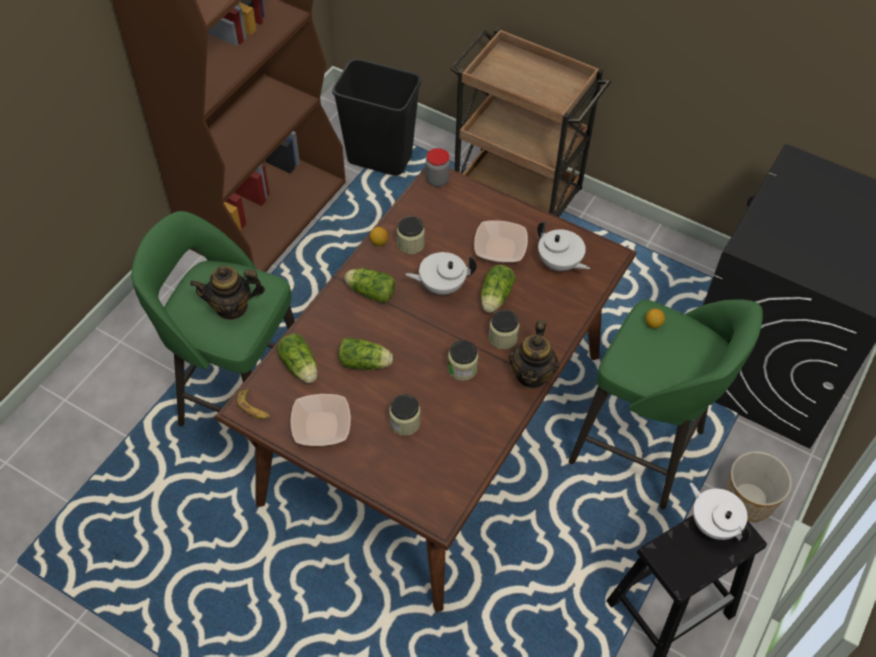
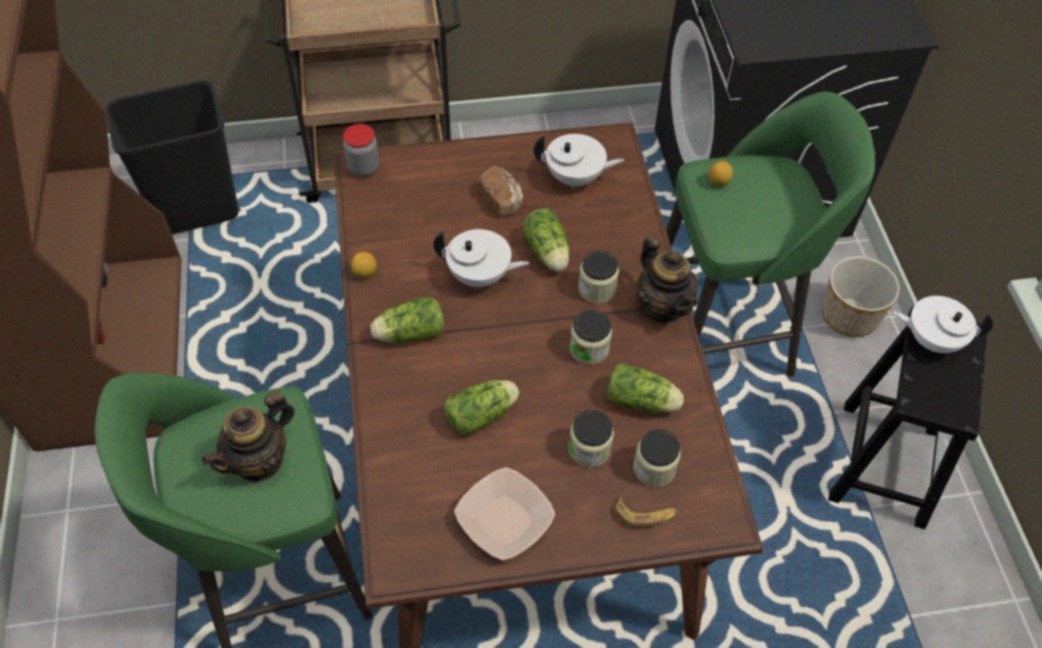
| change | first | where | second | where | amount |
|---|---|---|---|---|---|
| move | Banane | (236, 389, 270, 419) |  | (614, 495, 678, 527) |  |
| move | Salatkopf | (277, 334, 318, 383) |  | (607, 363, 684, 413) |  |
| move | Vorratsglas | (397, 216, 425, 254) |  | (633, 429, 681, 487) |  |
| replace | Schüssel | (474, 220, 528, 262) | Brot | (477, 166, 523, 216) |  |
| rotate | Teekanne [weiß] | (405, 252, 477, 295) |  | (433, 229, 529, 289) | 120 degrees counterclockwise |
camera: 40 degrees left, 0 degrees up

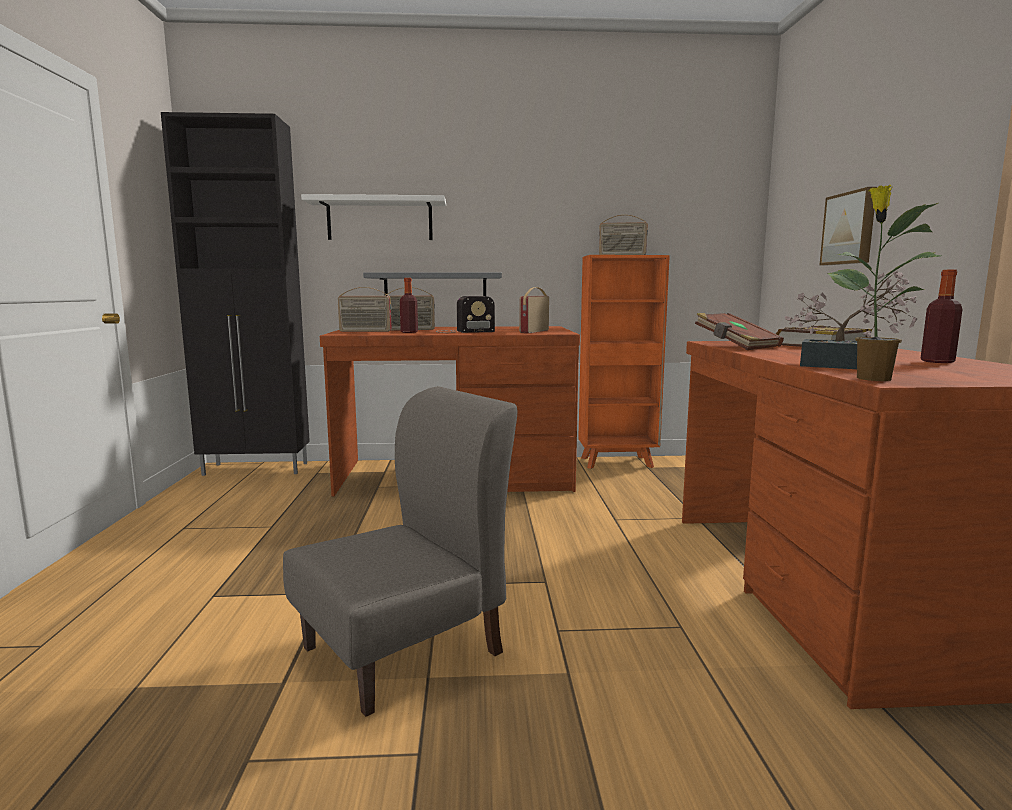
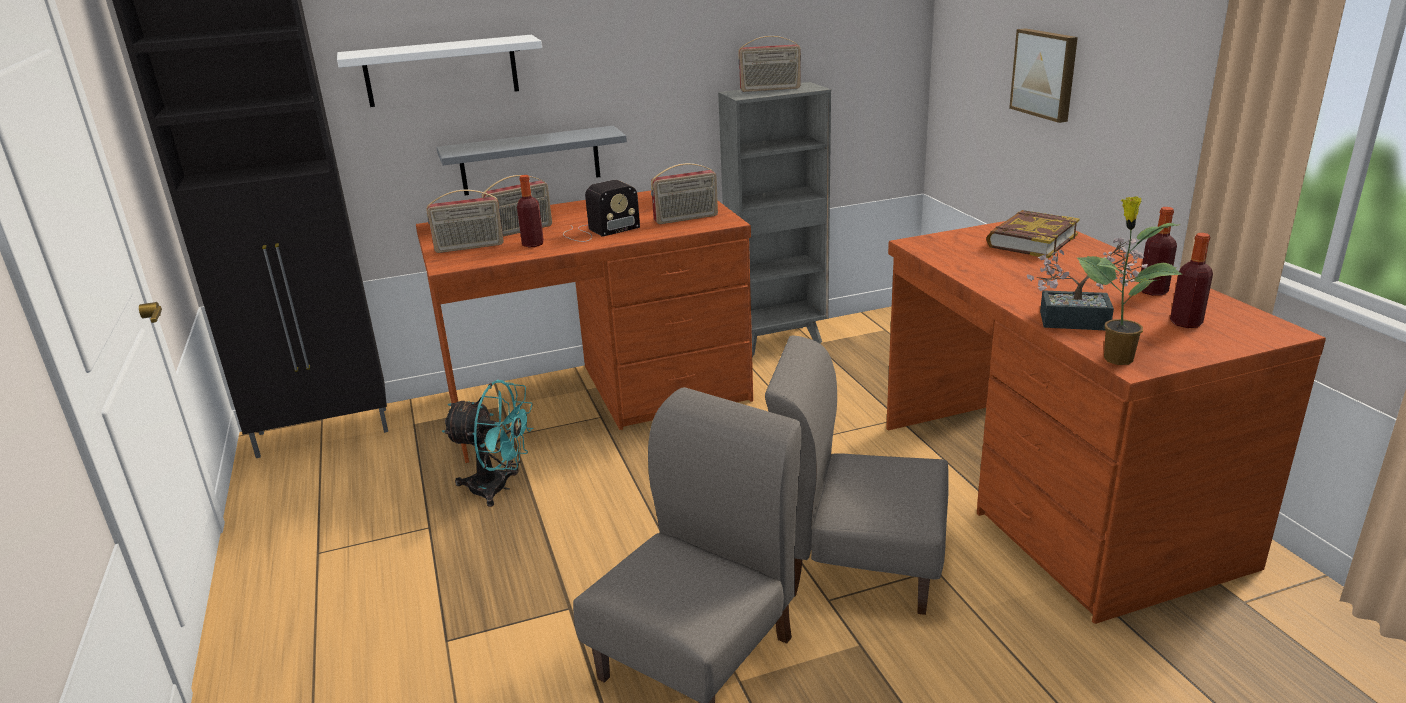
| change | first | where | second | where | amount |
|---|---|---|---|---|---|
| delete | Buch [braun] | (695, 313, 784, 350) |  |  |  |
| insert |  |  | Ventilator [türkis] | (442, 380, 534, 507) |  |
| insert |  |  | Stuhl [grau] | (765, 336, 949, 615) |  |
| insert |  |  | Flasche | (1170, 233, 1213, 328) |  |
| recolor | Bücherregal [orange] | (578, 255, 670, 469) | Bücherregal [grau] | (718, 82, 831, 357) |  |
| rotate | Radio | (519, 287, 549, 333) |  | (651, 163, 718, 224) | 120 degrees counterclockwise |
camera: 15 degrees left, 15 degrees up

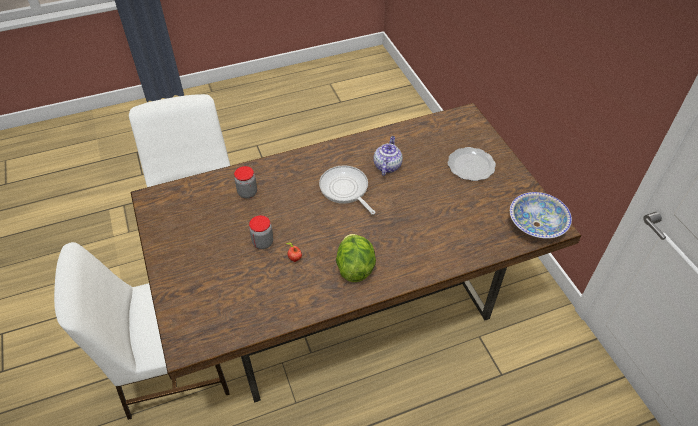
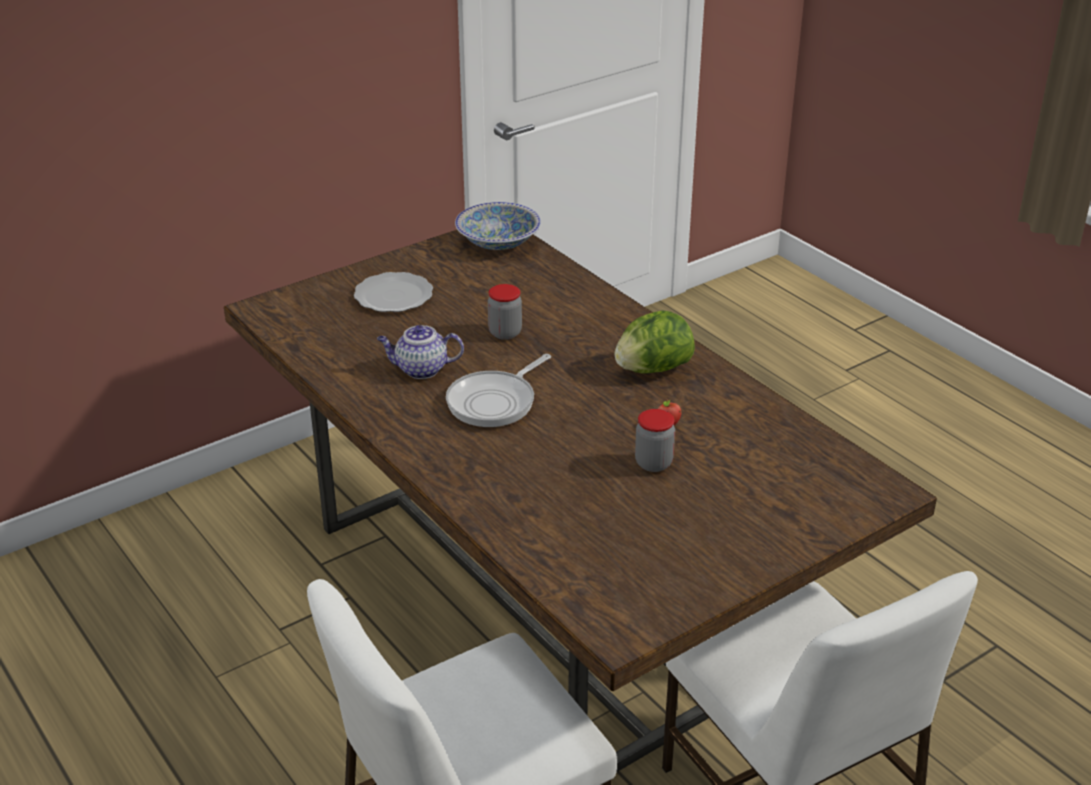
| change | first | where | second | where | amount |
|---|---|---|---|---|---|
| move | Vorratsglas | (234, 166, 257, 199) |  | (488, 284, 522, 340) |  |
camera: 105 degrees left, 15 degrees down

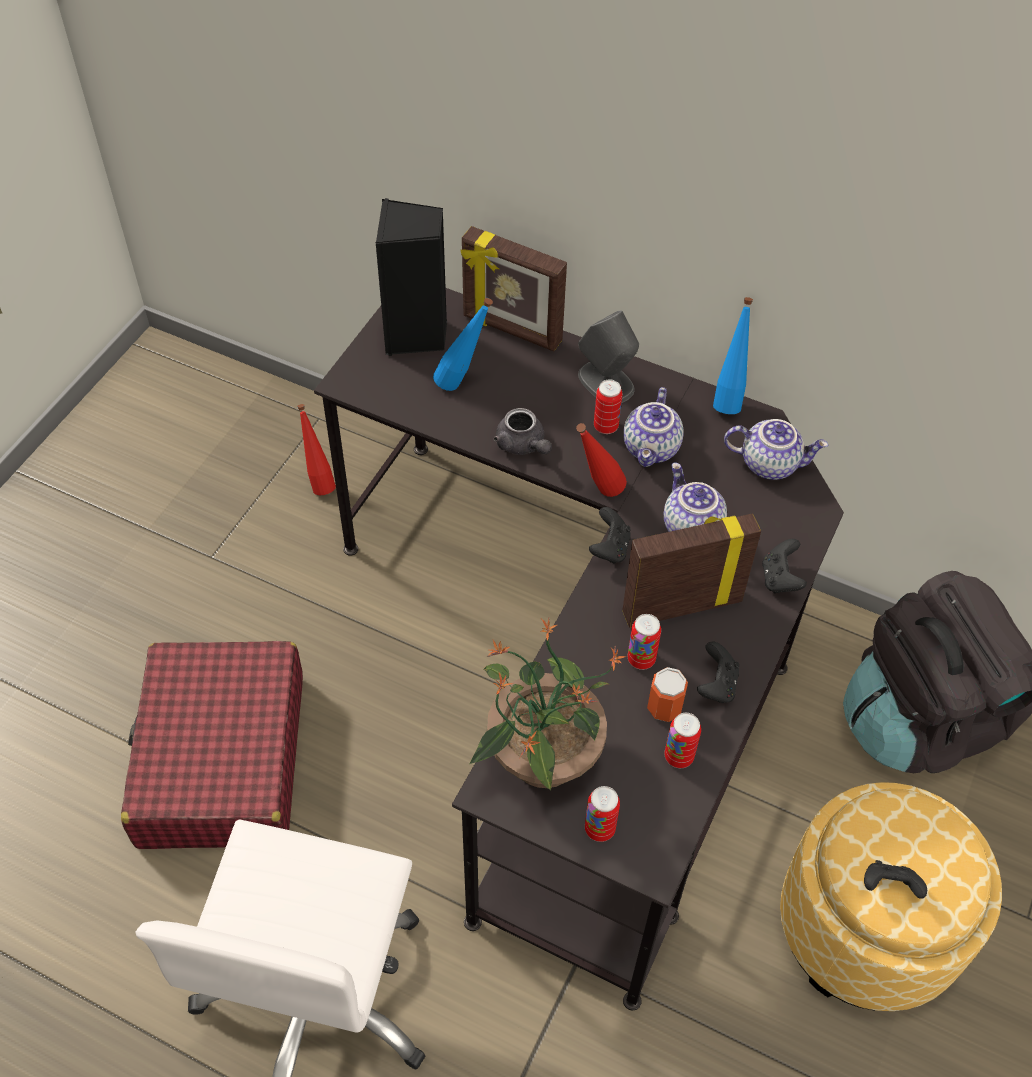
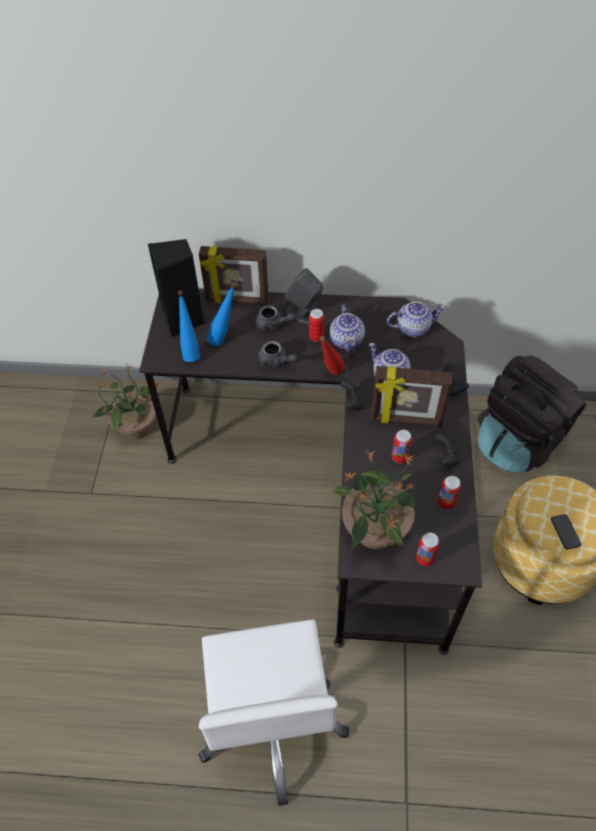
| change | first | where | second | where | amount |
|---|---|---|---|---|---|
| delete | Koffer [rot] | (121, 641, 303, 849) |  |  |  |
| delete | Dose | (647, 667, 688, 722) |  |  |  |
| insert |  |  | Teekanne [grau] | (255, 305, 296, 332) |  |
| move | Flasche [blau] | (713, 297, 753, 414) |  | (178, 291, 200, 362) |  |
| replace | Flasche [rot] | (297, 404, 336, 495) | Topfpflanze | (92, 364, 159, 440) |  |
| replace | Gamepad [schwarz] | (864, 860, 927, 899) | Handy | (551, 514, 581, 549) |  |
| rotate | Bilderrahmen | (622, 513, 761, 628) |  | (371, 366, 452, 427) | 135 degrees counterclockwise |
camera: 20 degrees left, 0 degrees up

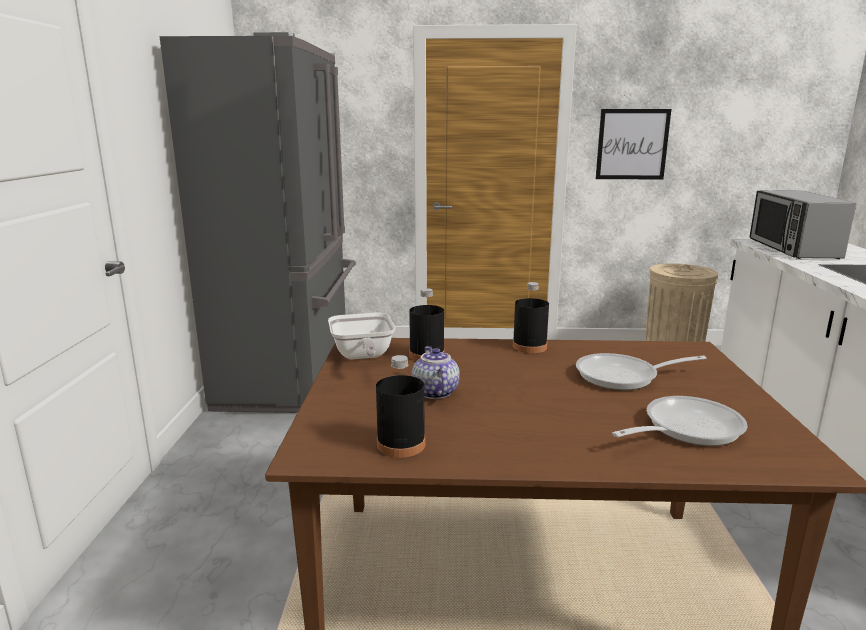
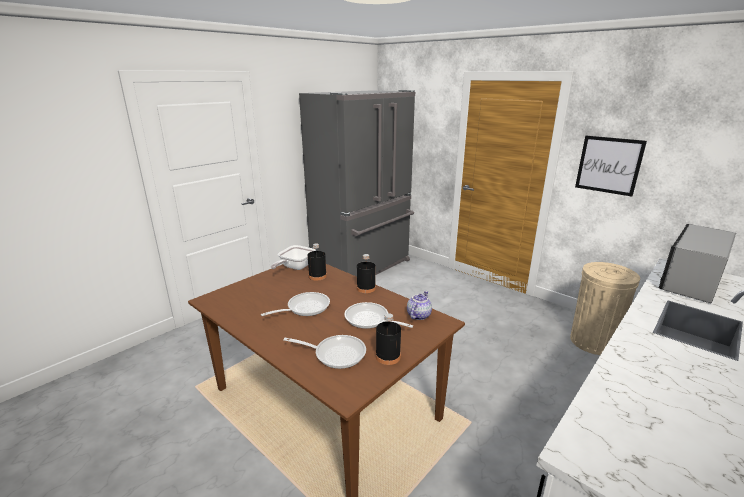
| change | first | where | second | where | amount |
|---|---|---|---|---|---|
| insert |  |  | Pfanne | (261, 292, 330, 316) |  |
| move | Flasche [schwarz] | (376, 355, 425, 458) |  | (376, 313, 401, 365) |  |
| move | Teekanne | (412, 346, 460, 399) |  | (407, 291, 432, 320) |  |
camera: 40 degrees right, 5 degrees up

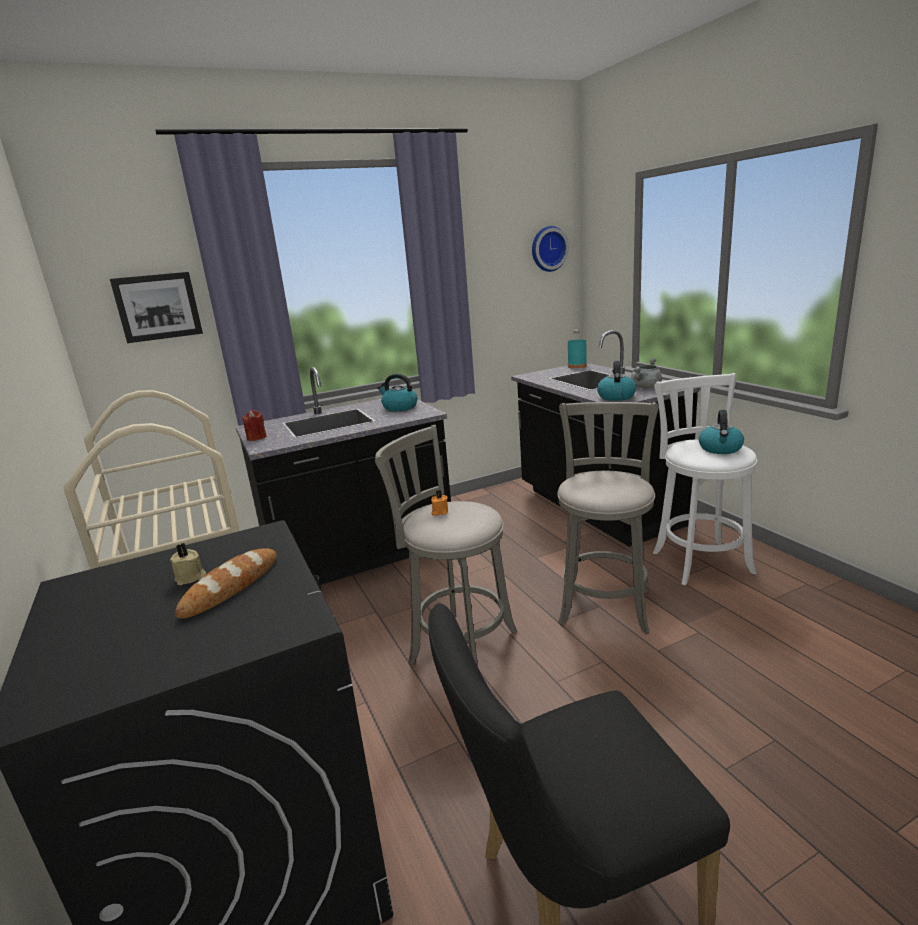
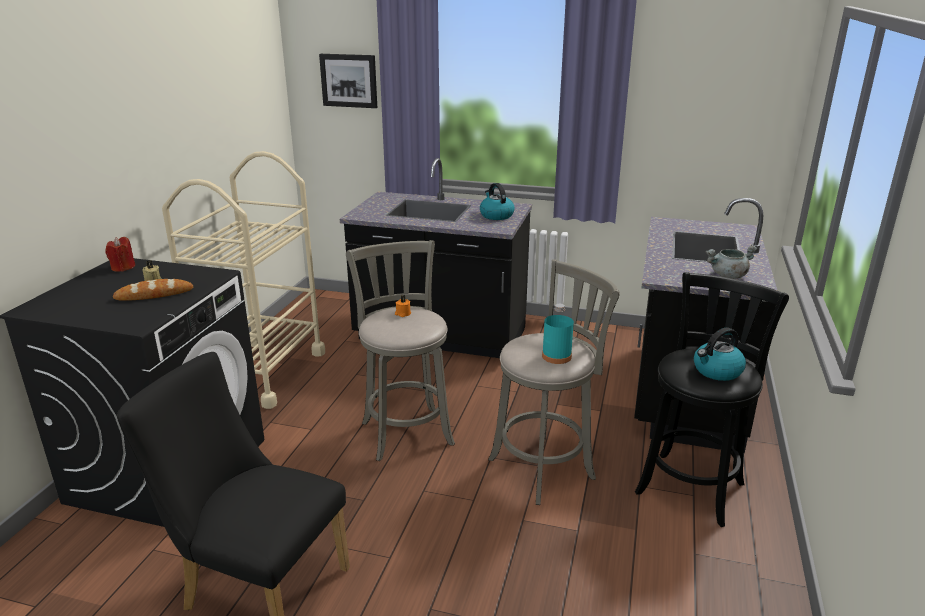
| change | first | where | second | where | amount |
|---|---|---|---|---|---|
| delete | Wanduhr | (532, 226, 569, 272) |  |  |  |
| delete | Wasserkessel | (597, 361, 636, 401) |  |  |  |
| move | Kerze [rot] | (242, 410, 267, 441) |  | (105, 237, 135, 272) |  |
| move | Flasche [türkis] | (568, 330, 587, 369) |  | (542, 304, 574, 364) |  |
| recolor | Hocker [weiß] | (653, 373, 757, 585) | Hocker [schwarz] | (635, 272, 789, 527) |  |
camera: 40 degrees right, 5 degrees up

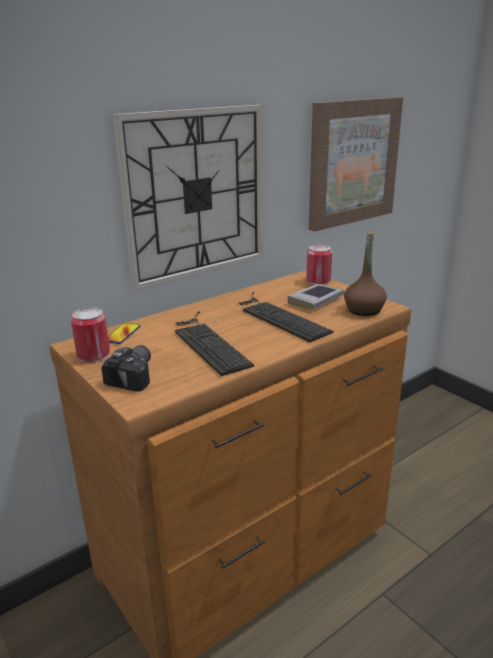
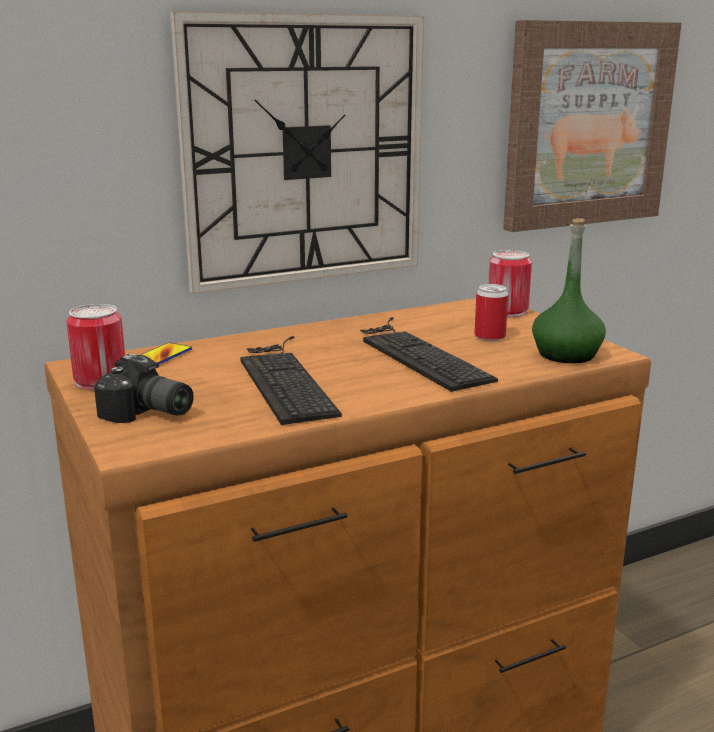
| change | first | where | second | where | amount |
|---|---|---|---|---|---|
| replace | Buch | (288, 284, 344, 310) | Dose | (474, 284, 509, 341) |  |
| recolor | Flasche [braun] | (344, 231, 387, 316) | Flasche [grün] | (532, 218, 606, 363) |  |
| rotate | Kamera | (101, 345, 151, 392) |  | (94, 353, 194, 423) | 90 degrees clockwise |
camera: 10 degrees right, 5 degrees down

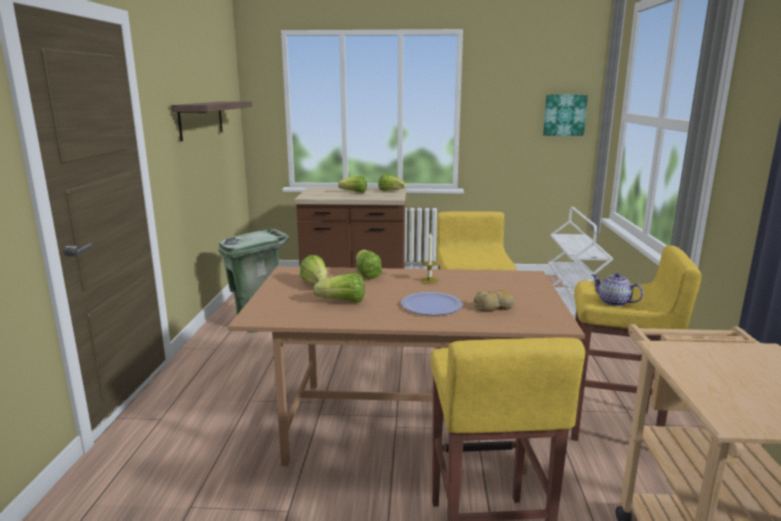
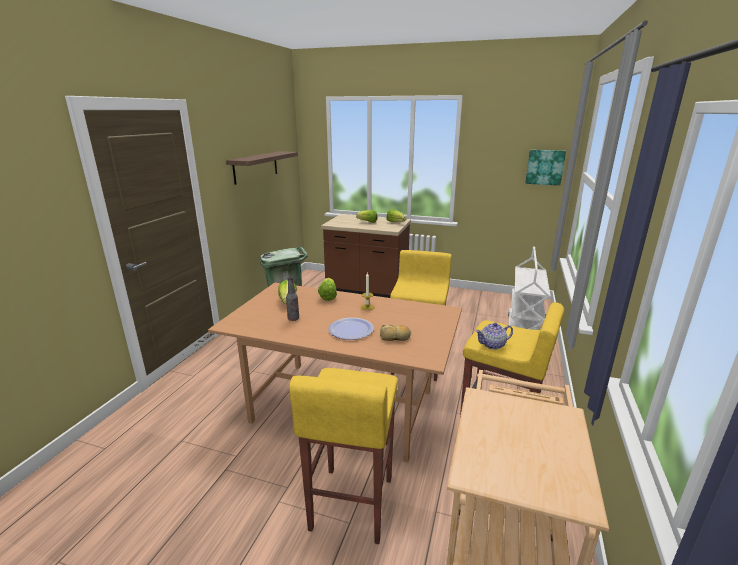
| change | first | where | second | where | amount |
|---|---|---|---|---|---|
| replace | Salatkopf | (313, 273, 365, 303) | Flasche | (286, 277, 299, 321) |  |
| rotate | Teekanne | (592, 273, 644, 307) |  | (475, 323, 513, 350) | 75 degrees counterclockwise |
camera: 15 degrees right, 5 degrees up

